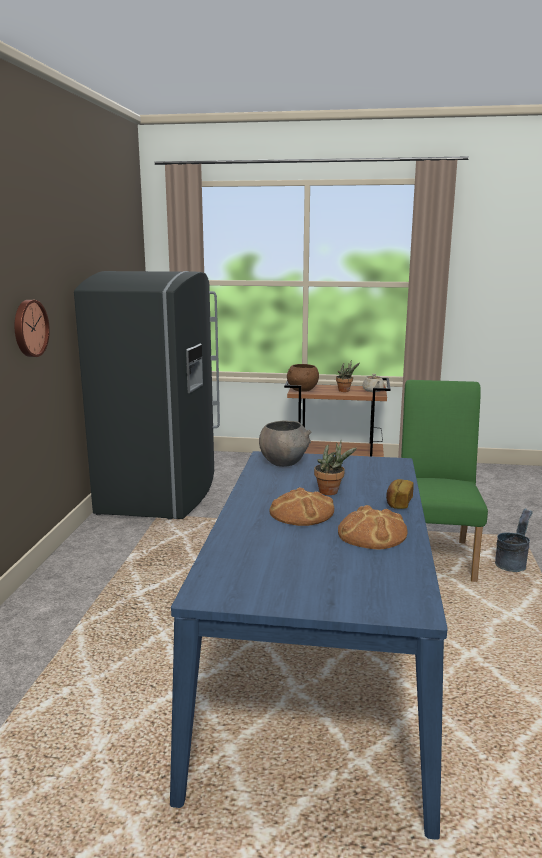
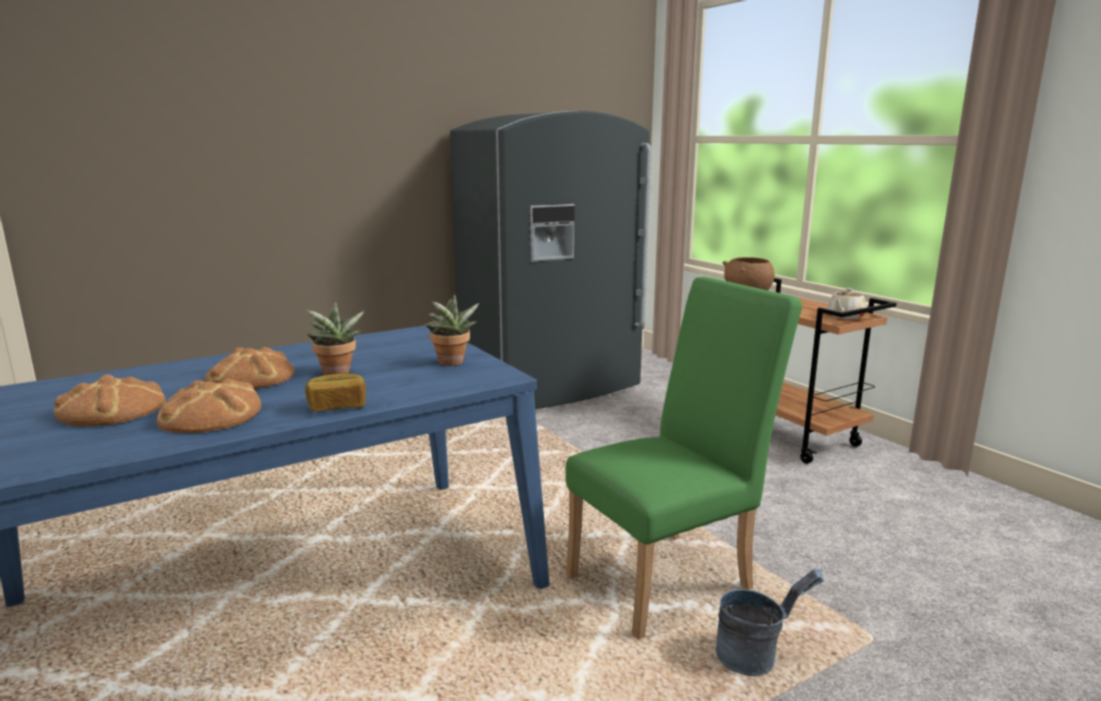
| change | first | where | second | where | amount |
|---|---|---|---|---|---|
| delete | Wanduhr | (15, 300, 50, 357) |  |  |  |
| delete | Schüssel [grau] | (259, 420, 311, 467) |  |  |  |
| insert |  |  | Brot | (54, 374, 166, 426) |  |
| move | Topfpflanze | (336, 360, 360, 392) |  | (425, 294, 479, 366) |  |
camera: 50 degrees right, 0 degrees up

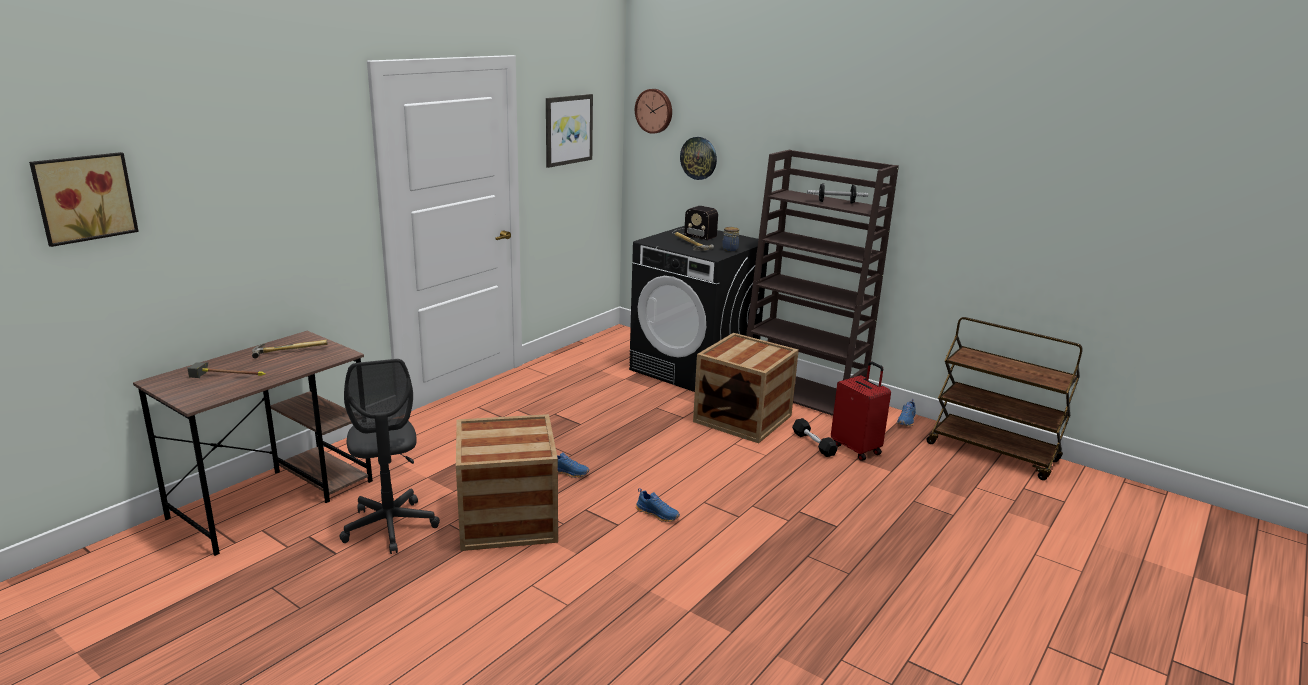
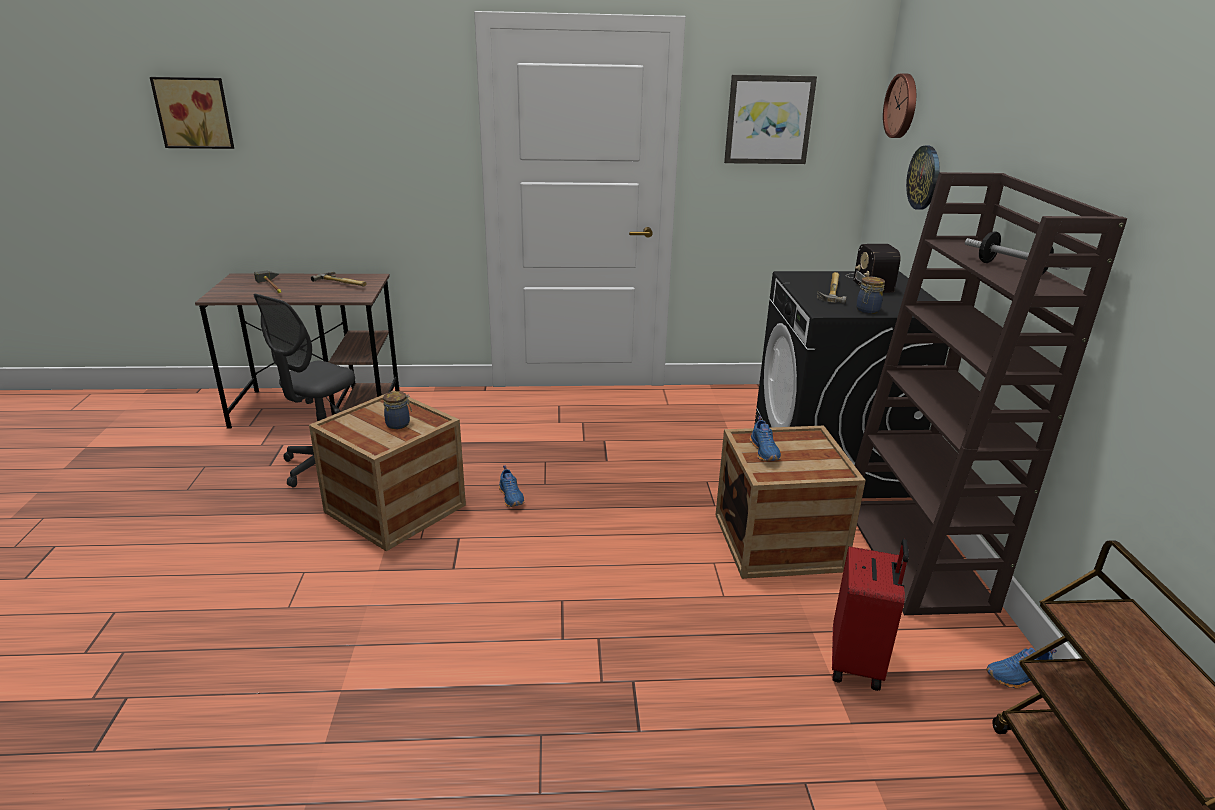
| change | first | where | second | where | amount |
|---|---|---|---|---|---|
| delete | Hantel [schwarz] | (792, 418, 838, 457) |  |  |  |
| insert |  |  | Vorratsglas | (383, 391, 412, 429) |  |
| move | Schuh [blau] | (636, 488, 680, 522) |  | (750, 416, 781, 461) |  |
camera: 50 degrees right, 5 degrees up

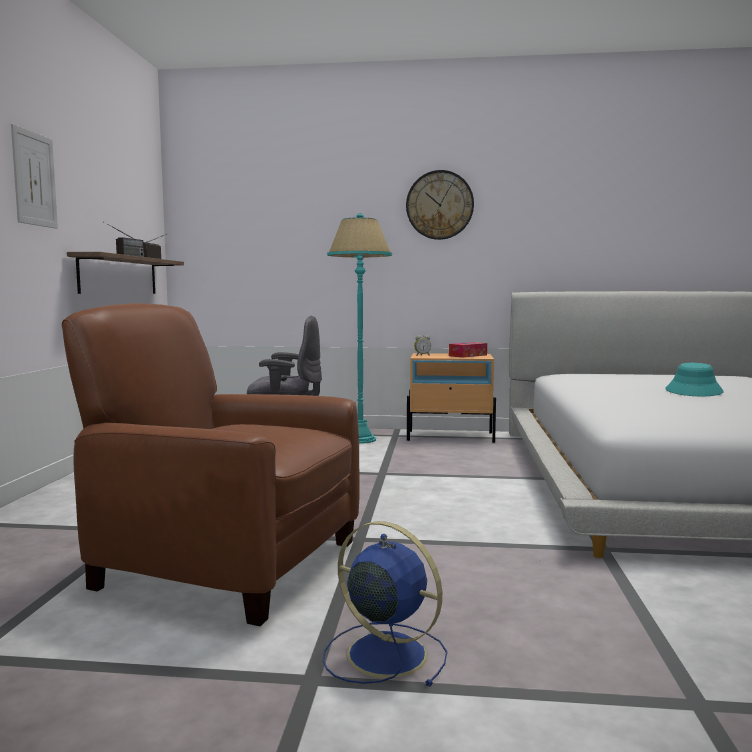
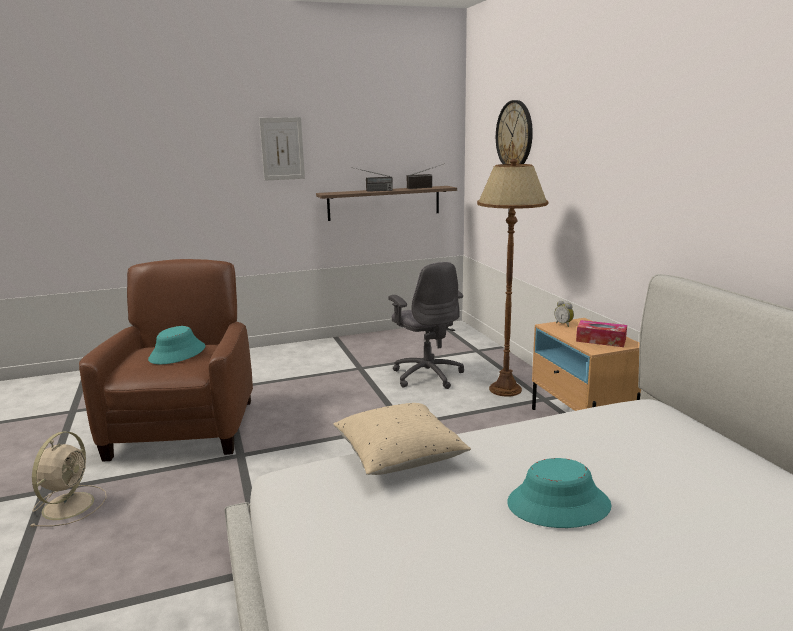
| change | first | where | second | where | amount |
|---|---|---|---|---|---|
| insert |  |  | Hut [türkis] | (148, 326, 205, 364) |  |
| insert |  |  | Kissen [beige] | (333, 403, 471, 475) |  |
| move | Wanduhr | (406, 170, 474, 240) |  | (496, 100, 533, 164) |  |
| recolor | Ventilator [blau] | (323, 521, 447, 686) | Ventilator [beige] | (31, 431, 107, 527) |  |
| recolor | Stehlampe [türkis] | (327, 214, 392, 444) | Stehlampe [braun] | (477, 159, 548, 397) |  |
camera: 65 degrees right, 10 degrees up

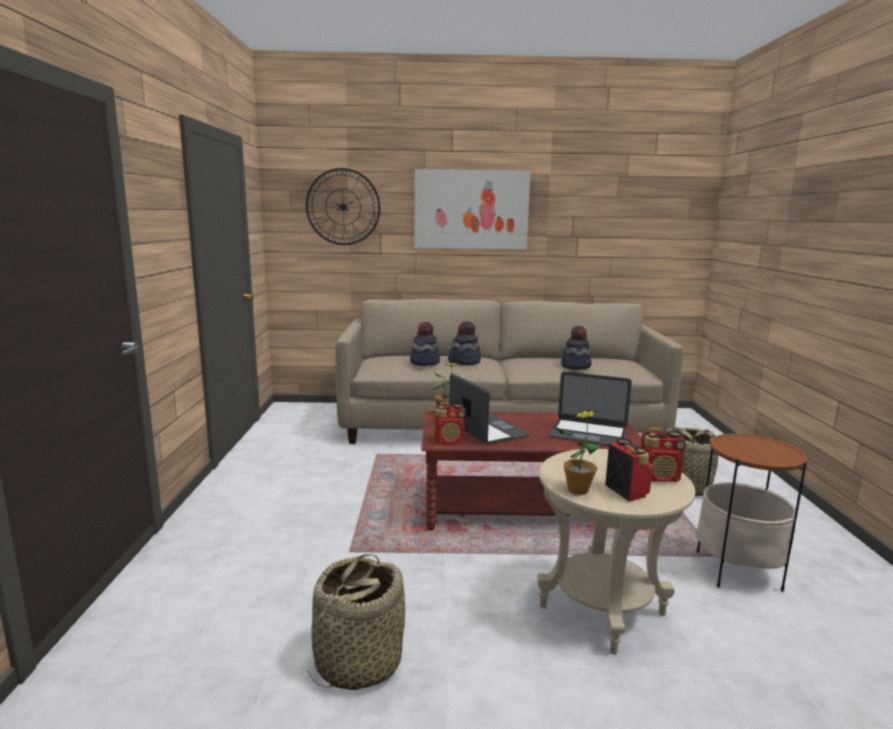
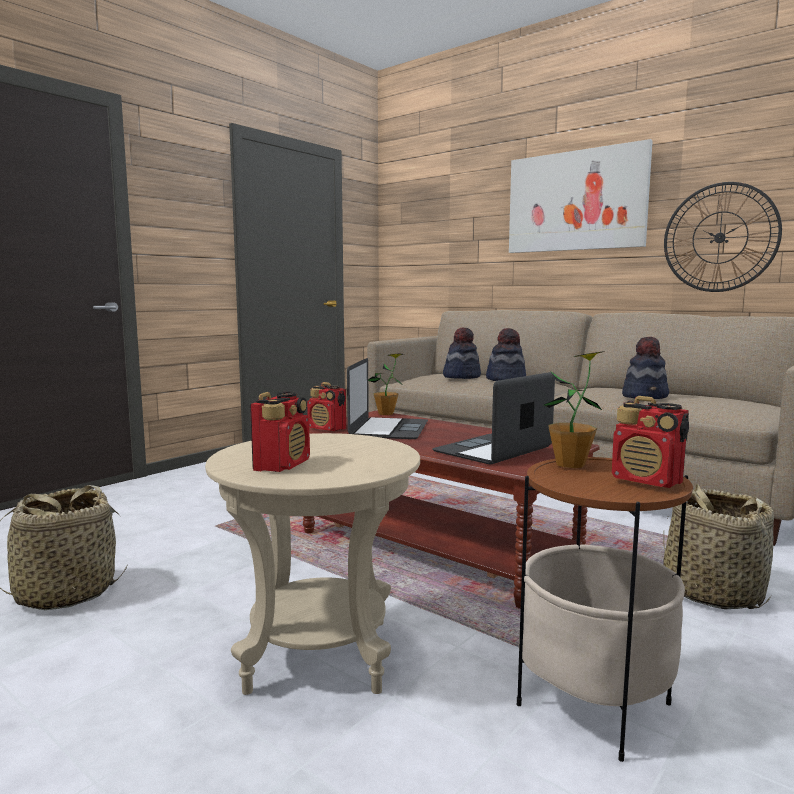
| change | first | where | second | where | amount |
|---|---|---|---|---|---|
| move | Wanduhr | (306, 168, 380, 245) |  | (664, 182, 782, 292) |  |
| move | Topfpflanze | (557, 410, 601, 495) |  | (544, 351, 605, 468) |  |
| move | Radio | (641, 428, 686, 482) |  | (612, 396, 689, 488) |  |
| rotate | Laptop | (549, 372, 632, 445) |  | (432, 372, 555, 464) | 75 degrees clockwise |
camera: 40 degrees right, 5 degrees down

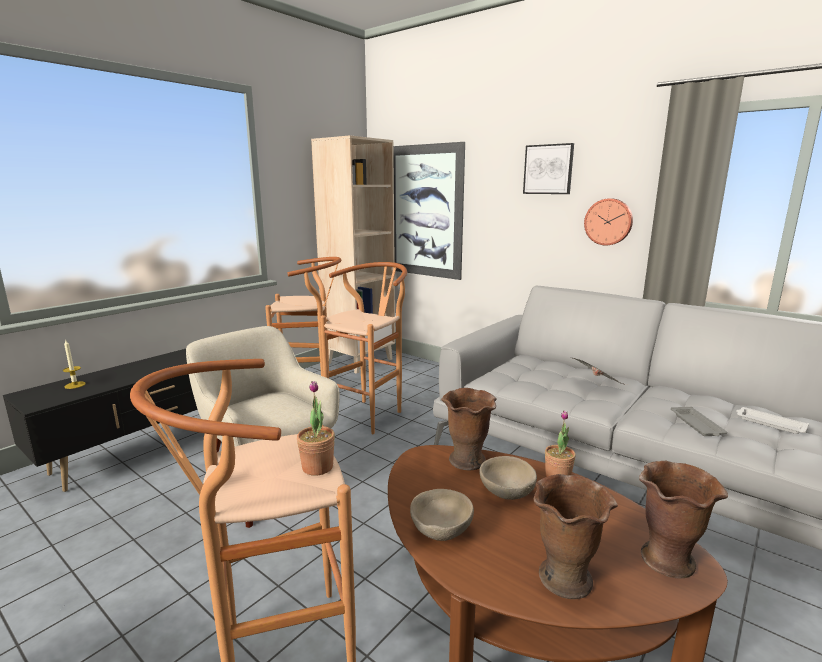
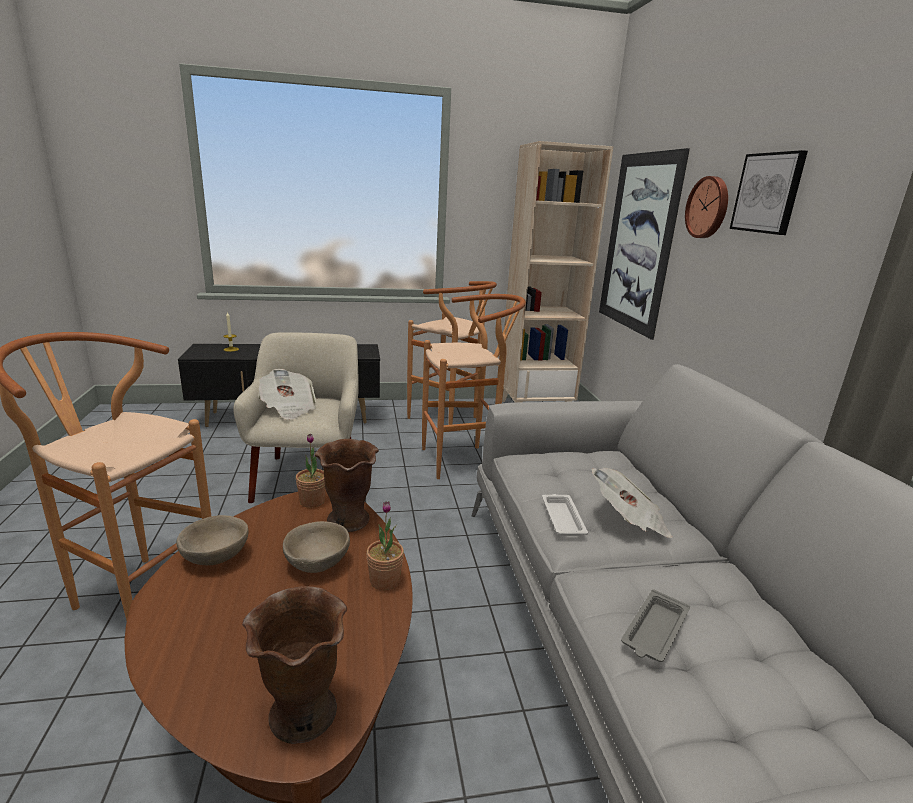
| change | first | where | second | where | amount |
|---|---|---|---|---|---|
| delete | Vase [braun] | (534, 474, 618, 599) |  |  |  |
| insert |  |  | Zeitung | (258, 369, 316, 420) |  |
| move | Topfpflanze | (297, 381, 335, 476) |  | (296, 434, 326, 508) |  |
| move | Wanduhr | (584, 198, 633, 246) |  | (685, 176, 728, 238) |  |
| move | Tablett [weiß] | (736, 407, 809, 434) |  | (542, 494, 588, 536) |  |
camera: 40 degrees right, 5 degrees up

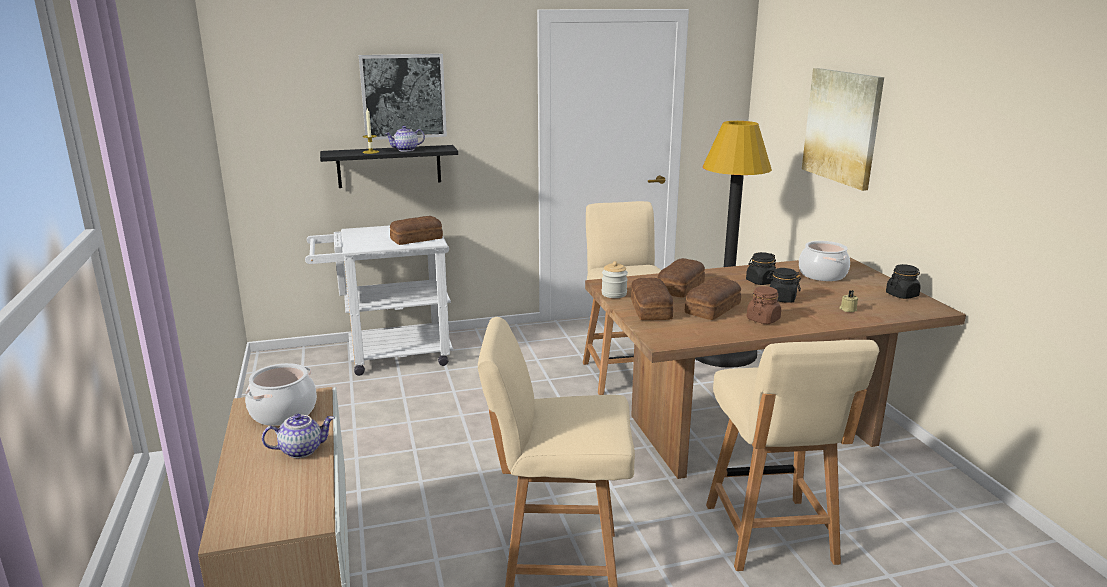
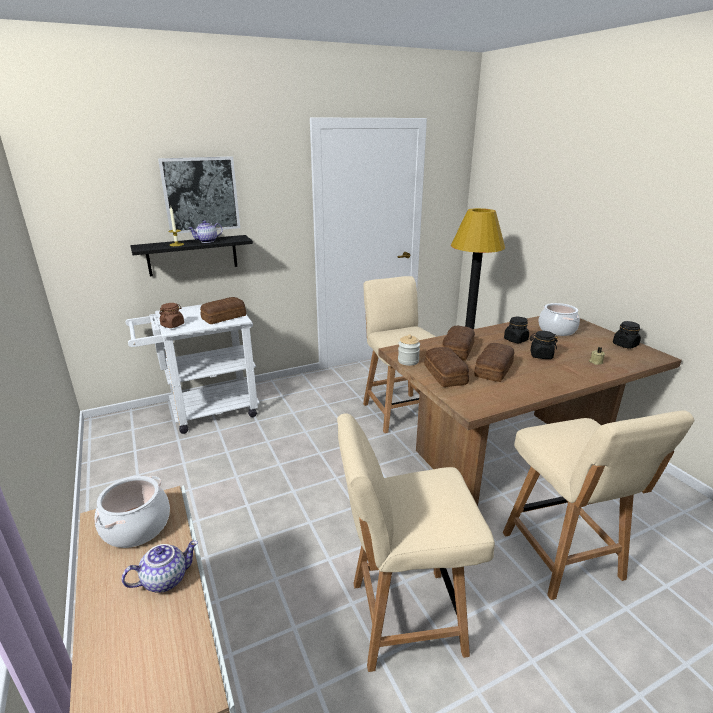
| change | first | where | second | where | amount |
|---|---|---|---|---|---|
| delete | Bild | (802, 68, 884, 191) |  |  |  |
| move | Vorratsglas [braun] | (747, 286, 781, 324) |  | (159, 303, 184, 328) |  |
camera: 10 degrees left, 5 degrees up

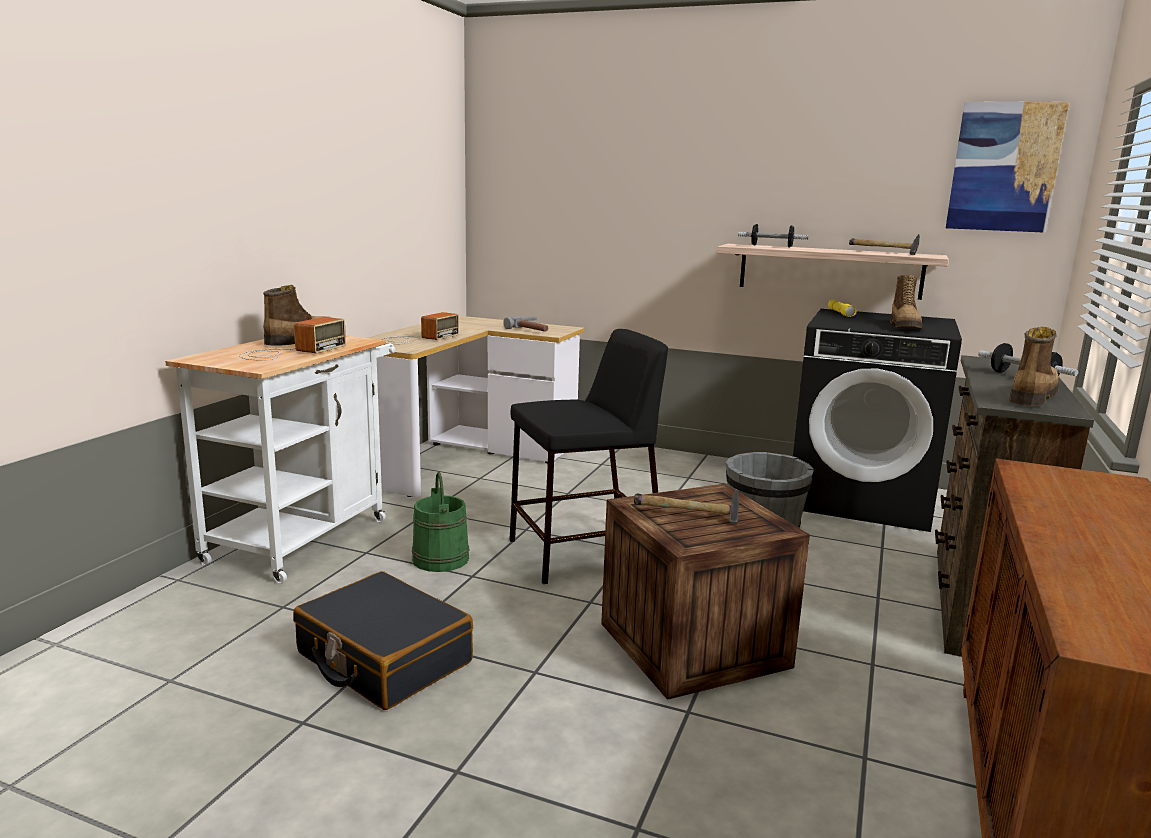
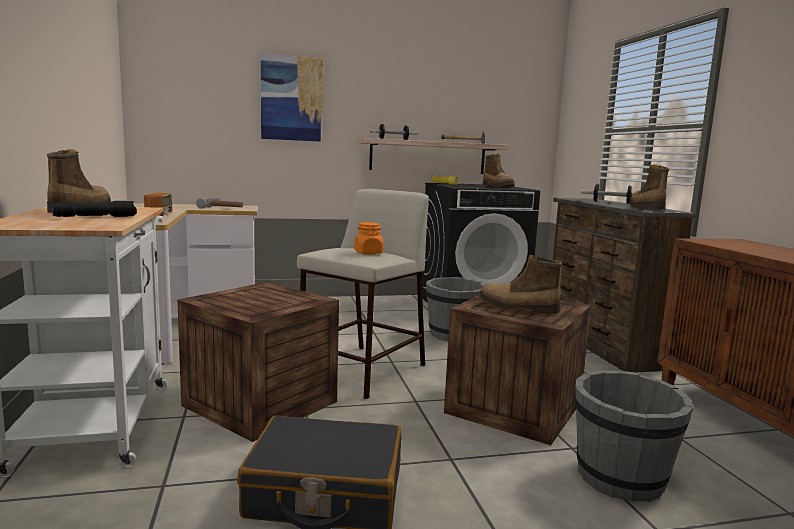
| change | first | where | second | where | amount |
|---|---|---|---|---|---|
| insert |  |  | Vorratsglas [orange] | (355, 222, 384, 255) |  |
| insert |  |  | Eimer [grau] | (575, 370, 694, 502) |  |
| move | Bild | (946, 101, 1070, 233) |  | (261, 53, 323, 142) |  |
| replace | Radio | (239, 317, 346, 361) | Taschenlampe [schwarz] | (52, 201, 137, 217) |  |
| replace | Eimer [grün] | (412, 472, 470, 572) | Kiste | (177, 282, 339, 442) |  |
| replace | Hammer | (634, 489, 739, 524) | Stiefel | (478, 255, 562, 314) |  |
| recolor | Hocker [schwarz] | (509, 329, 668, 584) | Hocker [beige] | (297, 189, 429, 399) |  |
camera: 35 degrees left, 5 degrees down

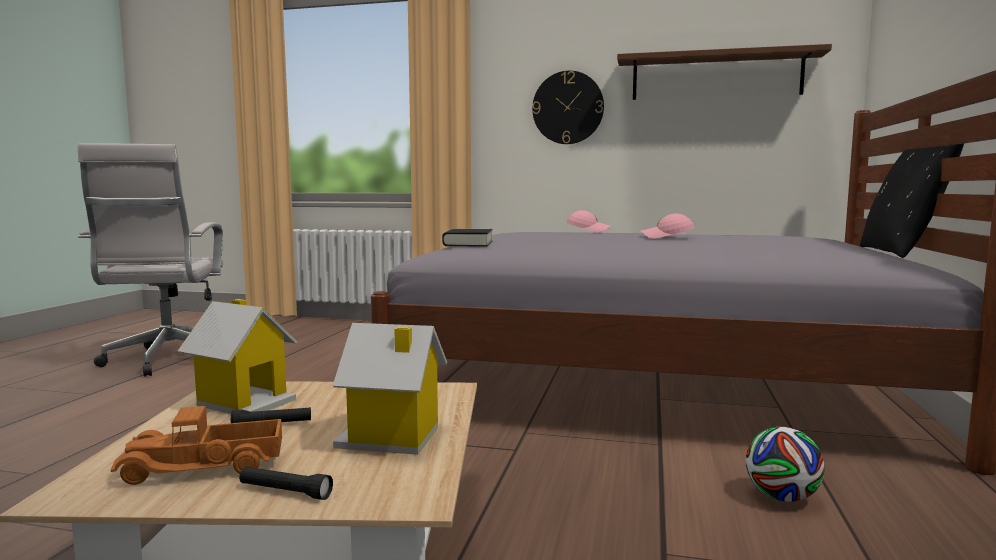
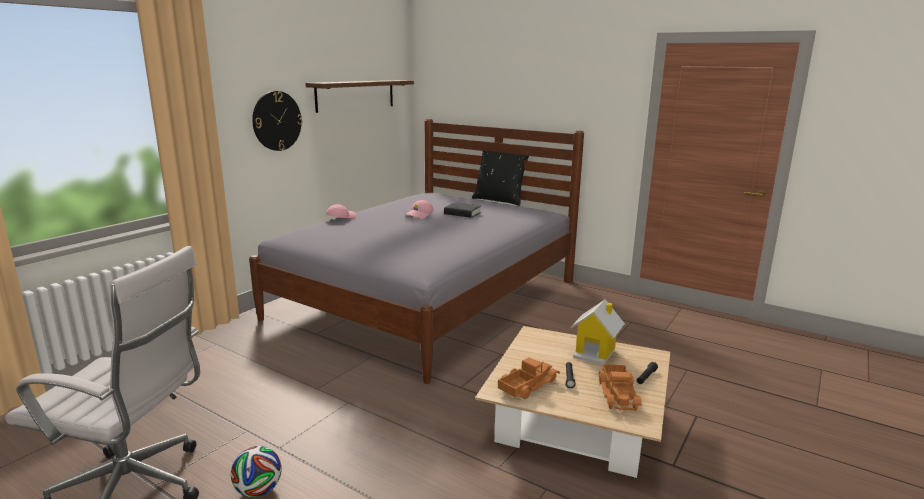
| change | first | where | second | where | amount |
|---|---|---|---|---|---|
| move | Buch [schwarz] | (442, 229, 493, 247) |  | (444, 202, 481, 218) |  |
| move | Fußball | (746, 427, 825, 502) |  | (231, 446, 282, 497) |  |
| replace | Spielzeughaus | (178, 299, 297, 414) | Spielzeuglaster | (497, 357, 560, 399) |  |
camera: 70 degrees left, 10 degrees up

